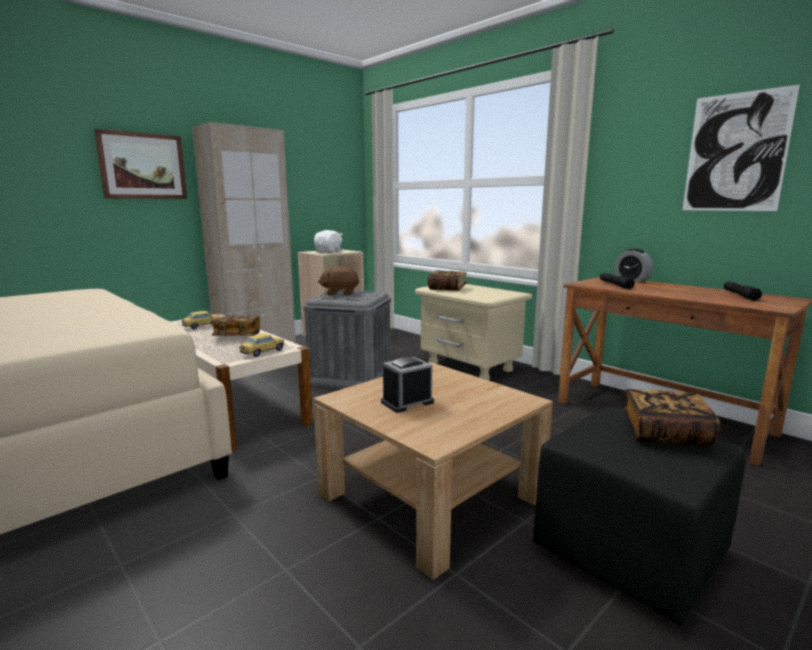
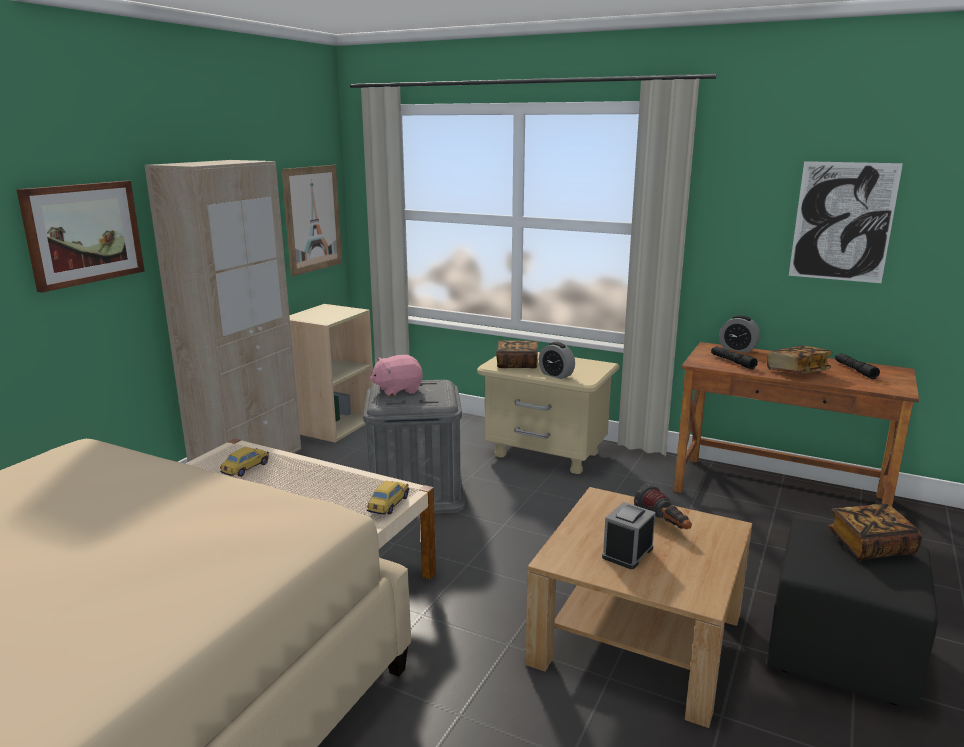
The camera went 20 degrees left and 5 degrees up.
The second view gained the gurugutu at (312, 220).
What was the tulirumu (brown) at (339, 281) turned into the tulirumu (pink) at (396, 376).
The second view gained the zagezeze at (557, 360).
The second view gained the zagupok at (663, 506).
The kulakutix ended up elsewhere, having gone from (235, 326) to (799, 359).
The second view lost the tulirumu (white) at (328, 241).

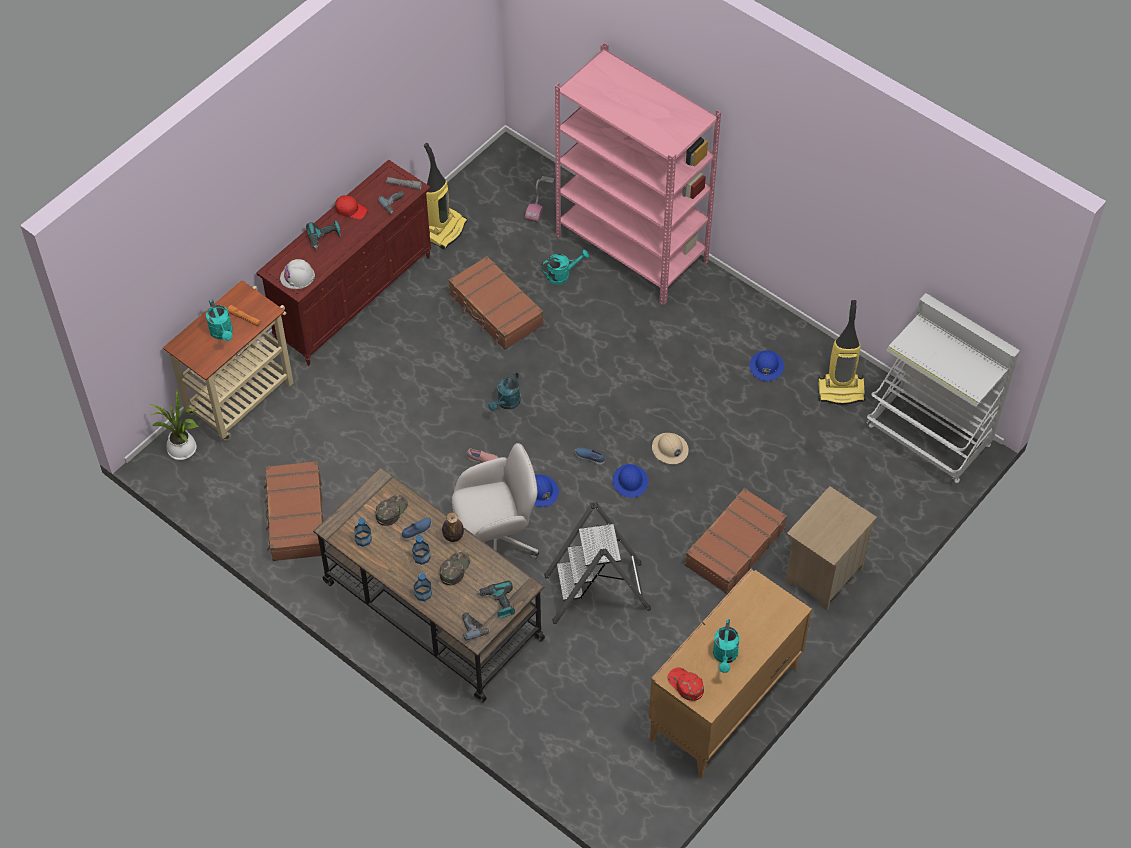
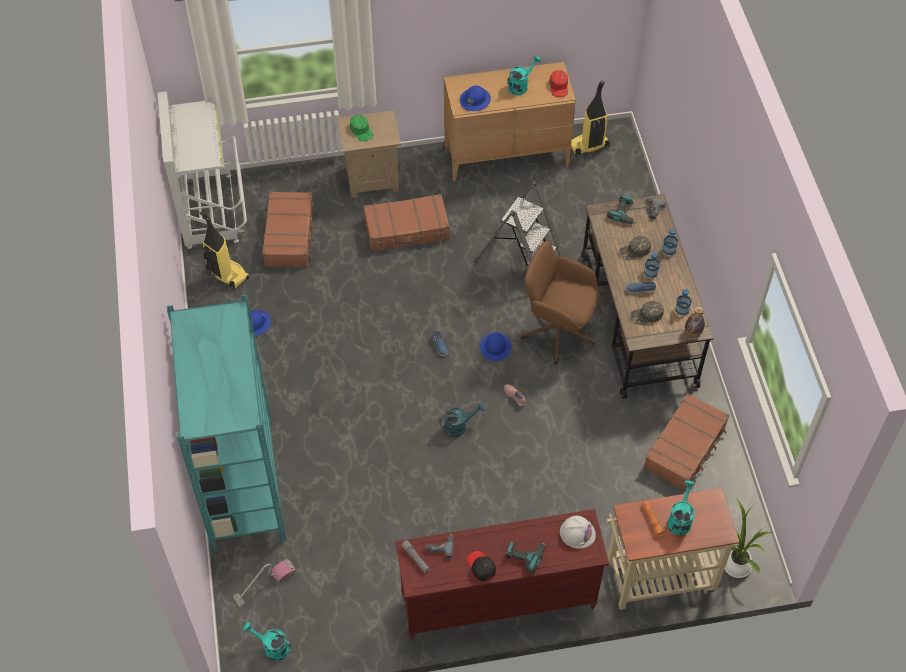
The camera went 140 degrees left and 0 degrees up.
What was the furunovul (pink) at (638, 174) turned into the furunovul (turquoise) at (227, 423).
The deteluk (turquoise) ended up elsewhere, having gone from (565, 267) to (267, 641).
The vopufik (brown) ended up elsewhere, having gone from (496, 303) to (289, 229).
The second view gained the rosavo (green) at (362, 128).
The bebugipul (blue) ended up elsewhere, having gone from (630, 481) to (475, 98).
What was the rosavo (red) at (351, 207) turned into the rosavo (black) at (481, 566).
What was the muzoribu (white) at (495, 501) turned into the muzoribu (brown) at (560, 302).
The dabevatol ended up elsewhere, having gone from (445, 196) to (590, 118).
The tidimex ended up elsewhere, having gone from (453, 527) to (695, 321).
The second view lost the bebugipul (beige) at (670, 448).

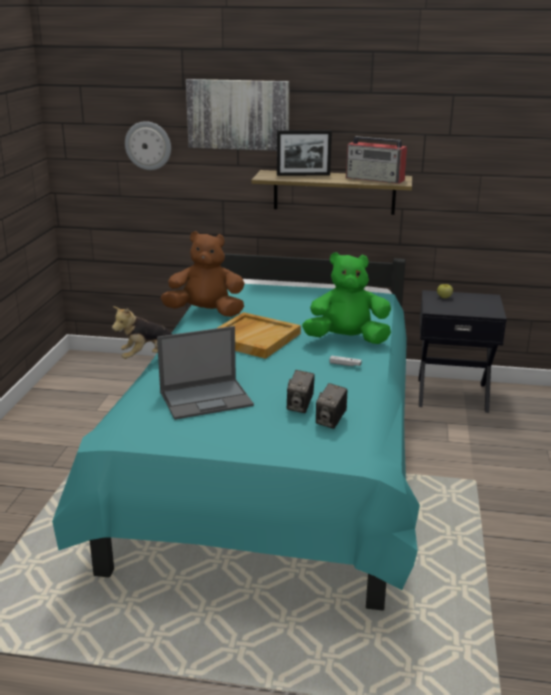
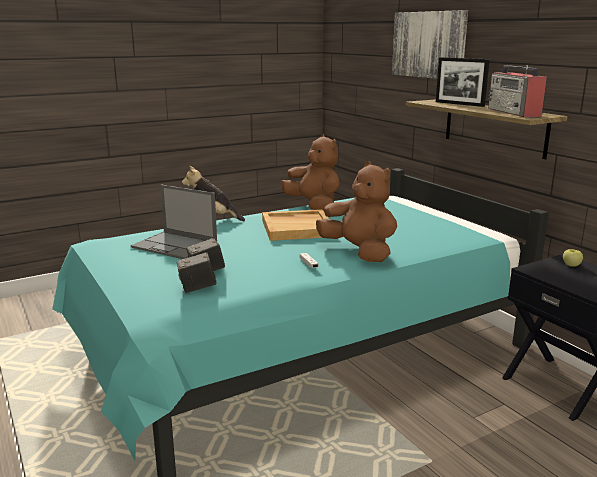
The camera went 50 degrees right and 5 degrees down.
What was the tulirumu (green) at (346, 298) turned into the tulirumu (brown) at (356, 211).
The second view lost the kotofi at (148, 145).

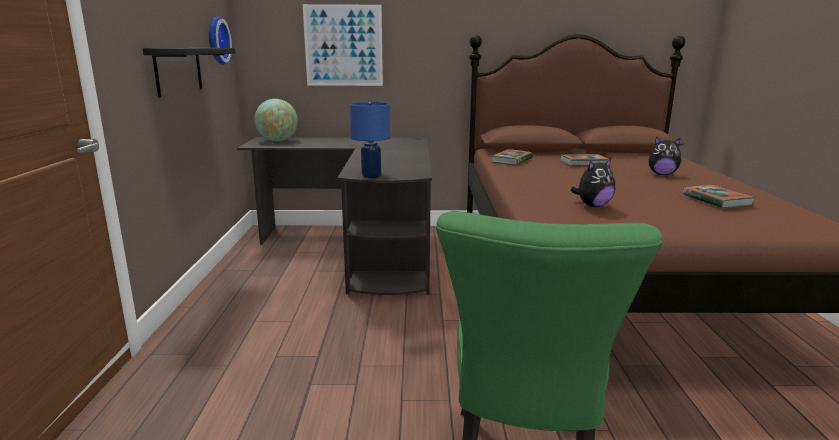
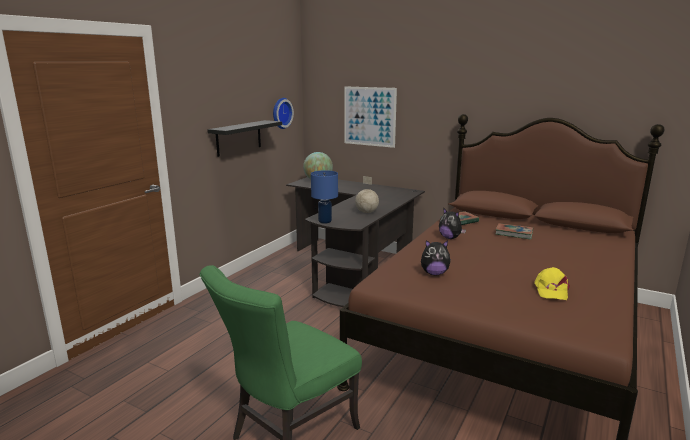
The camera went 30 degrees right and 0 degrees up.
The second view gained the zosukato at (367, 194).
The tulirumu ended up elsewhere, having gone from (665, 156) to (452, 224).
Where the kulakutix stood at (719, 196), the rosavo (yellow) came to stand at (552, 283).

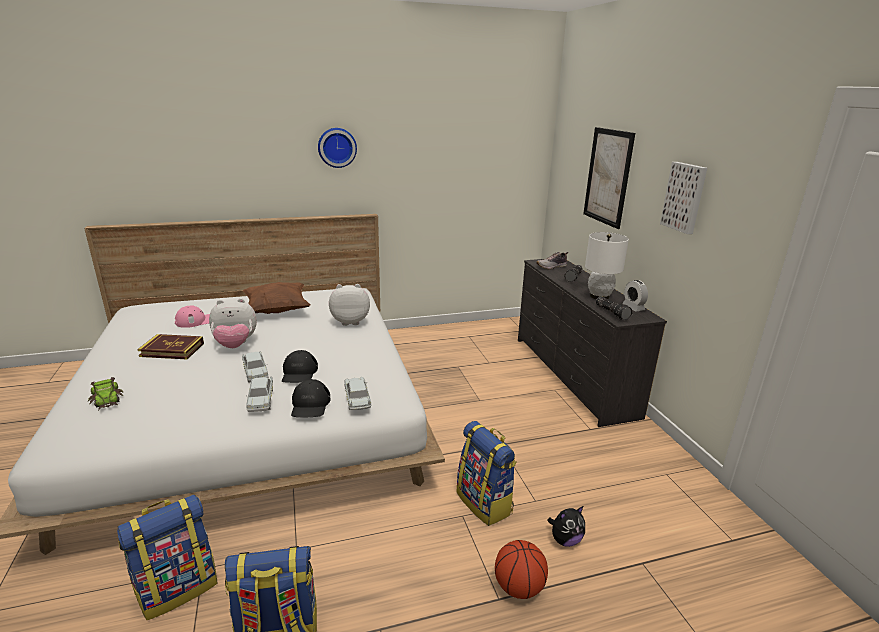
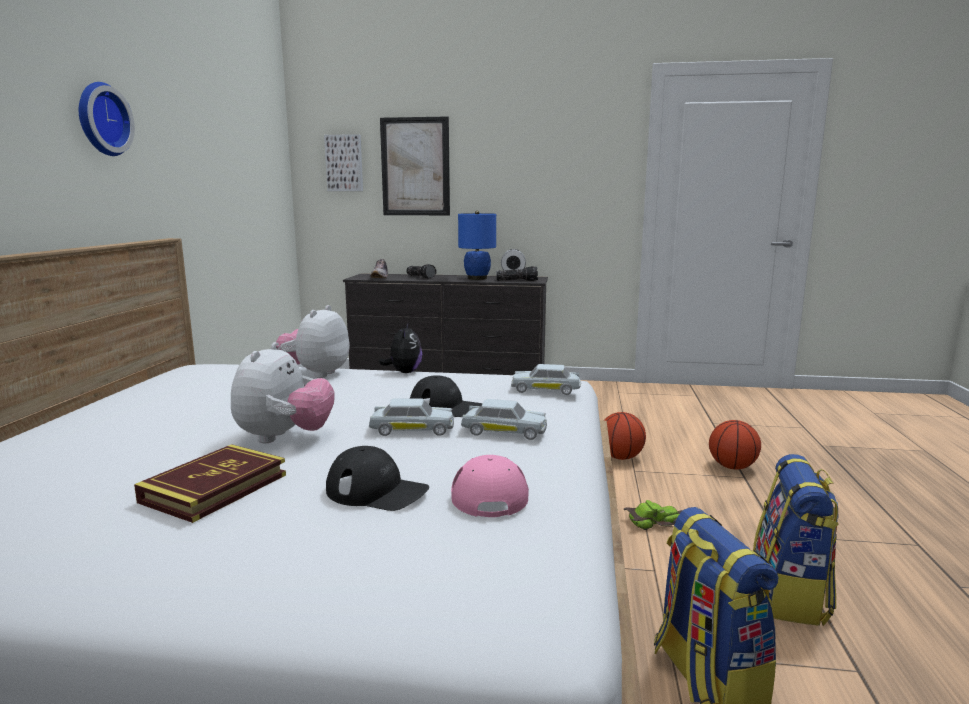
The camera went 65 degrees left and 10 degrees down.
The gurugutu ended up elsewhere, having gone from (683, 198) to (343, 162).
The rosavo (black) ended up elsewhere, having gone from (310, 398) to (377, 478).
The tulirumu ended up elsewhere, having gone from (566, 526) to (400, 347).
The rosavo (pink) ended up elsewhere, having gone from (192, 317) to (490, 486).
What was the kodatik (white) at (607, 265) turned into the kodatik (blue) at (477, 245).
Where the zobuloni stood at (486, 473), the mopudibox came to stand at (625, 436).
The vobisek ended up elsewhere, having gone from (106, 393) to (653, 515).
The second view lost the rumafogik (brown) at (277, 298).

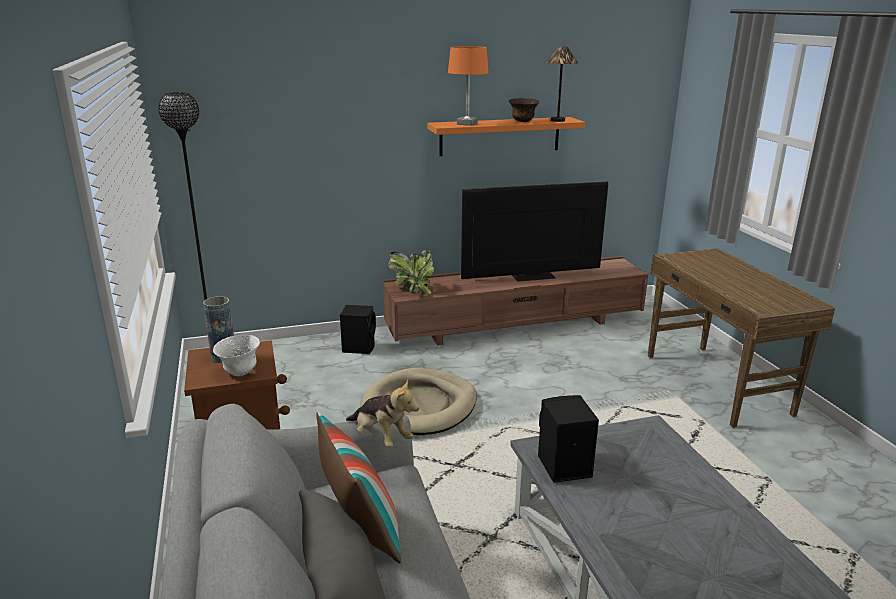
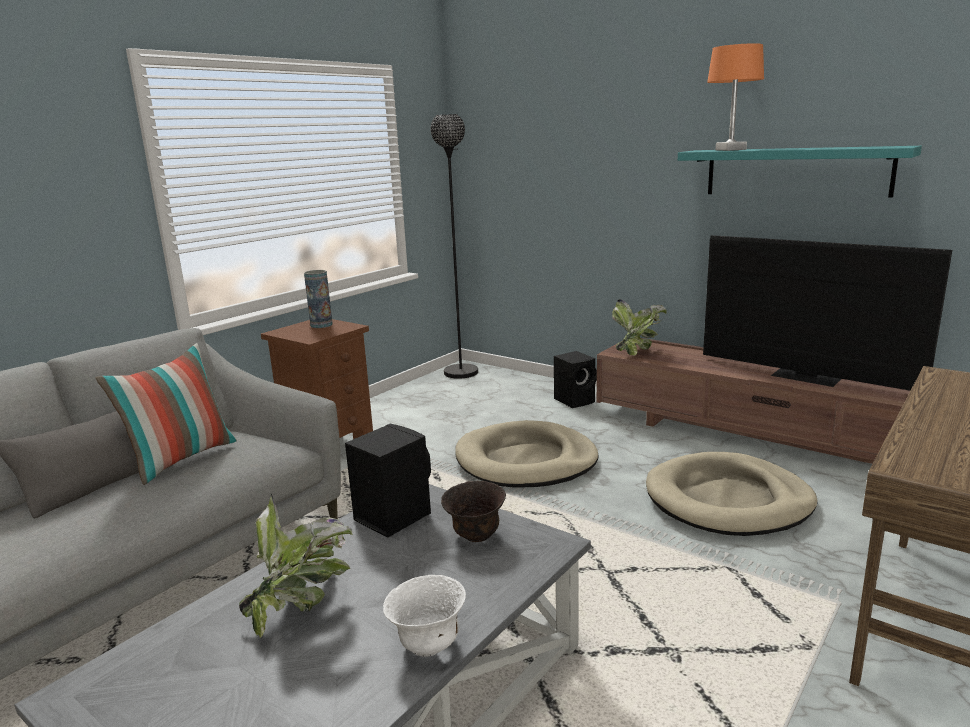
The camera went 55 degrees right and 5 degrees down.
The second view gained the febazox at (295, 566).
The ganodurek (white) ended up elsewhere, having gone from (236, 355) to (424, 616).
The ganodurek (brown) ended up elsewhere, having gone from (524, 110) to (473, 511).
The second view gained the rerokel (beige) at (731, 494).
What was the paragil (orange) at (506, 136) turned into the paragil (turquoise) at (800, 171).
The second view lost the tulirumu at (382, 413).
The second view lost the kodatik at (561, 84).

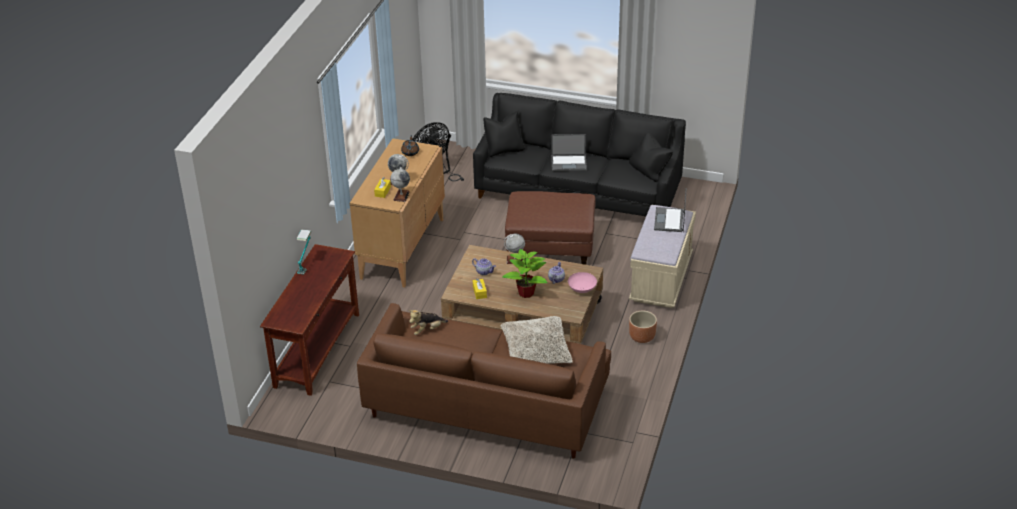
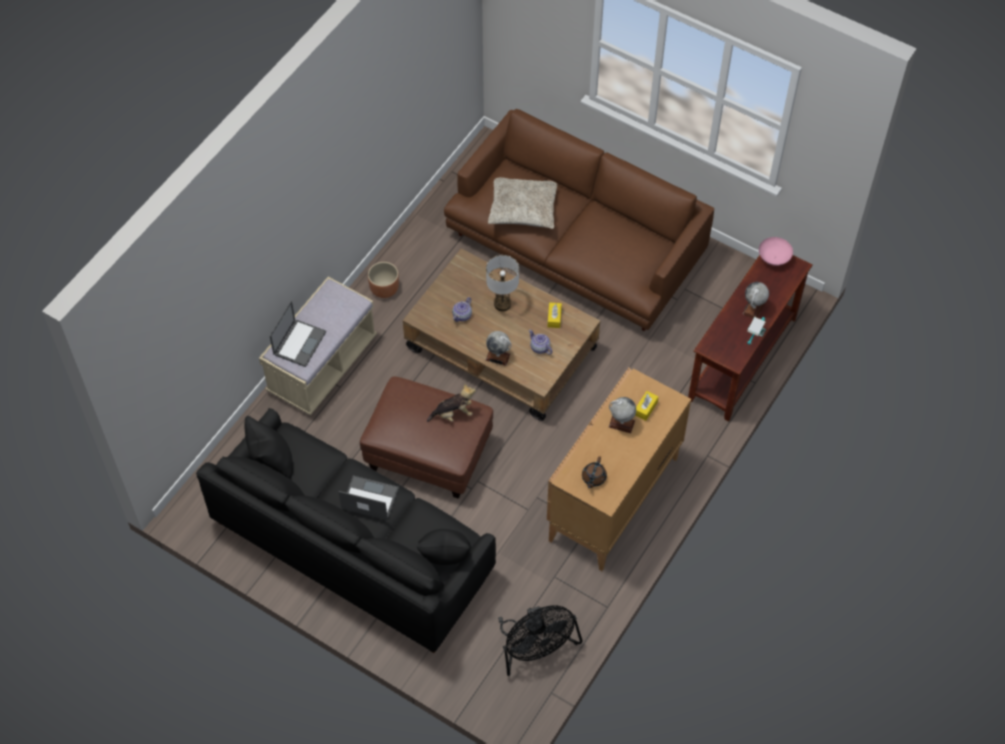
The camera went 165 degrees left and 20 degrees up.
The tulirumu ended up elsewhere, having gone from (428, 322) to (451, 402).
Where the febazox stood at (525, 273), the kodatik came to stand at (502, 283).
The zosukato ended up elsewhere, having gone from (400, 184) to (755, 300).
The ganodurek (pink) ended up elsewhere, having gone from (582, 282) to (776, 251).

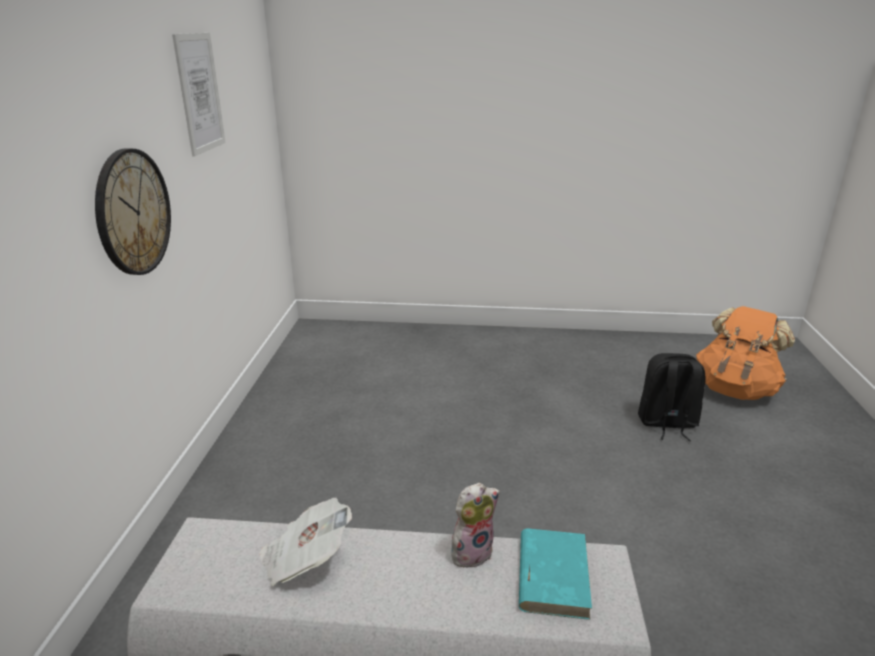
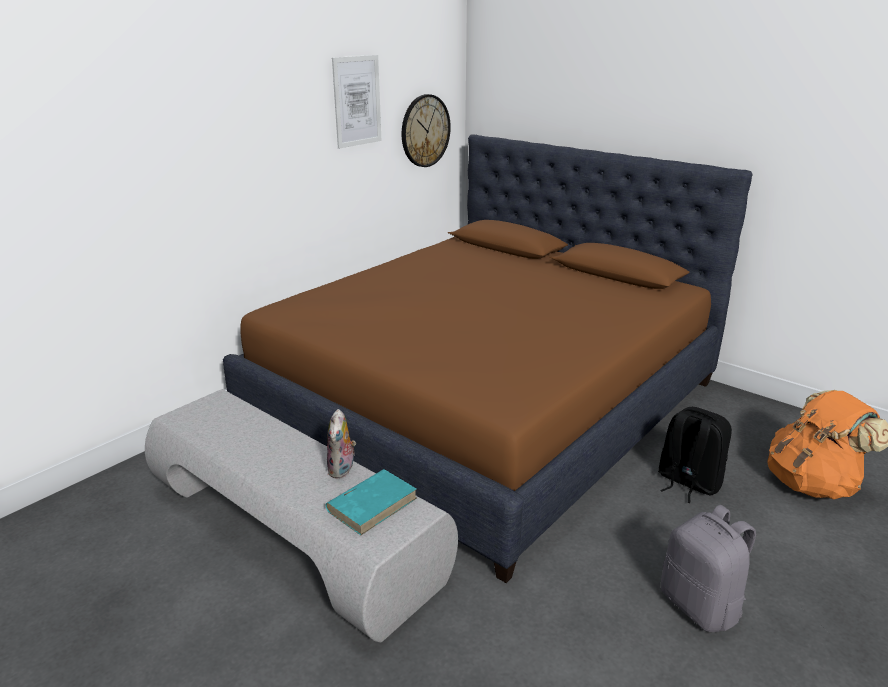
The camera went 35 degrees right and 0 degrees up.
The second view gained the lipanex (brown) at (488, 358).
The tulirumu at (476, 525) ended up facing another way, 90 degrees clockwise from before.
The kotofi ended up elsewhere, having gone from (133, 211) to (426, 130).
The second view gained the zobuloni (grey) at (708, 568).
The second view lost the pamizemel at (305, 542).

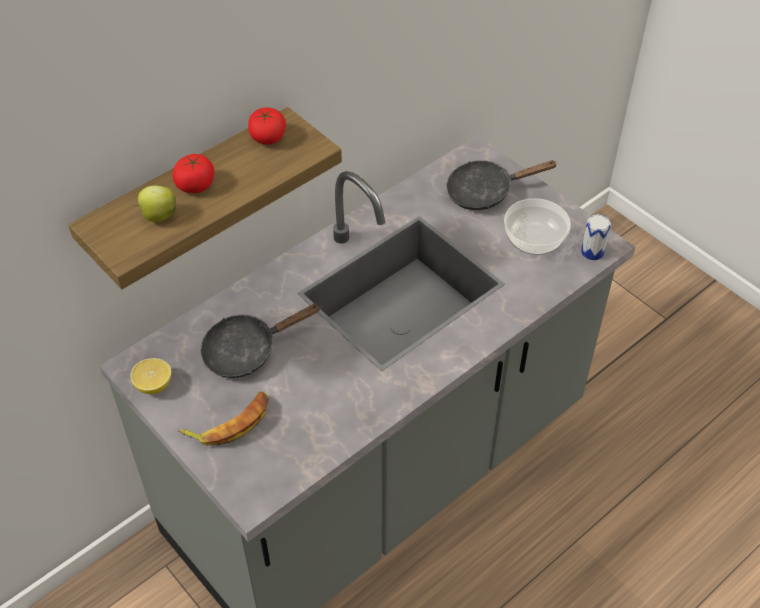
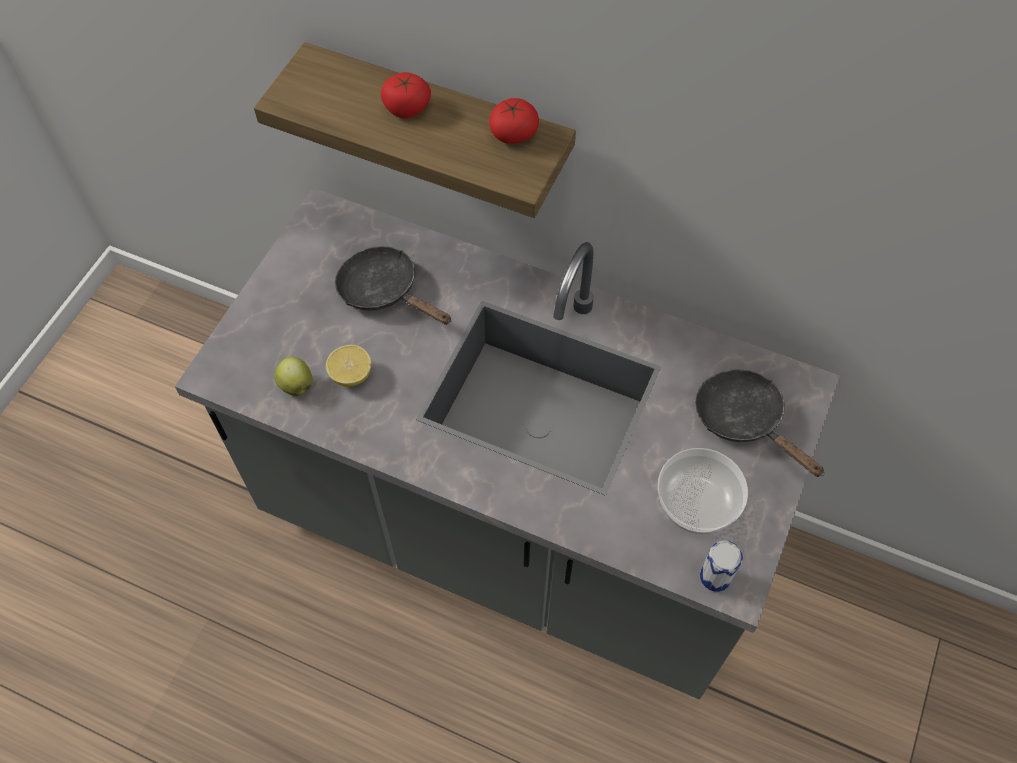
The camera went 65 degrees right and 10 degrees up.
The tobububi ended up elsewhere, having gone from (155, 204) to (294, 376).
The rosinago ended up elsewhere, having gone from (150, 376) to (348, 366).
The second view lost the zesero at (223, 418).

